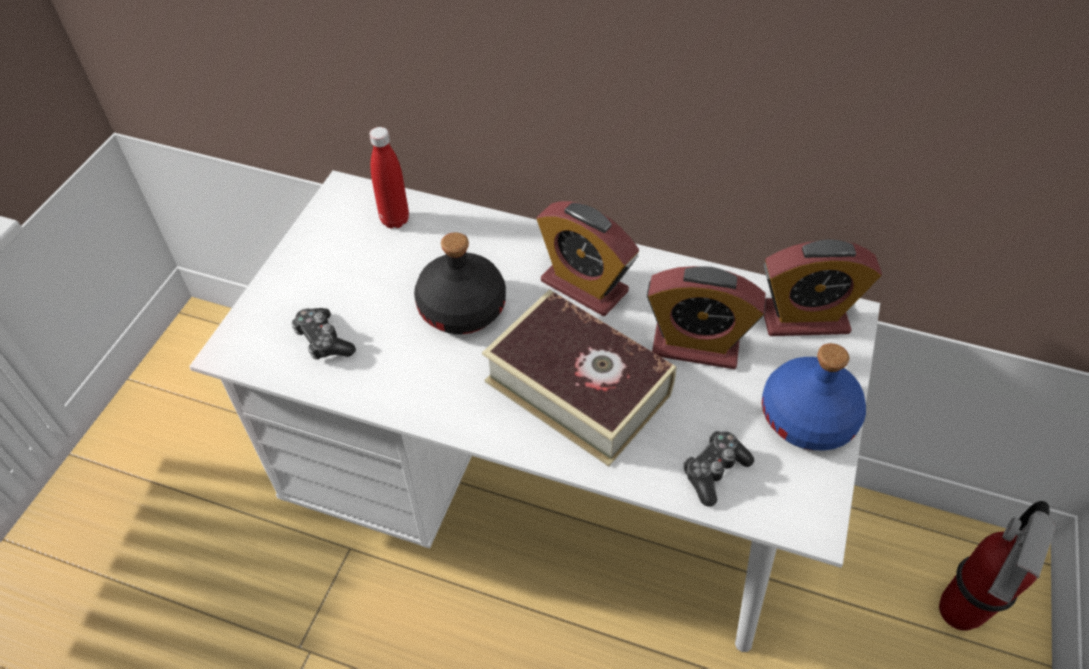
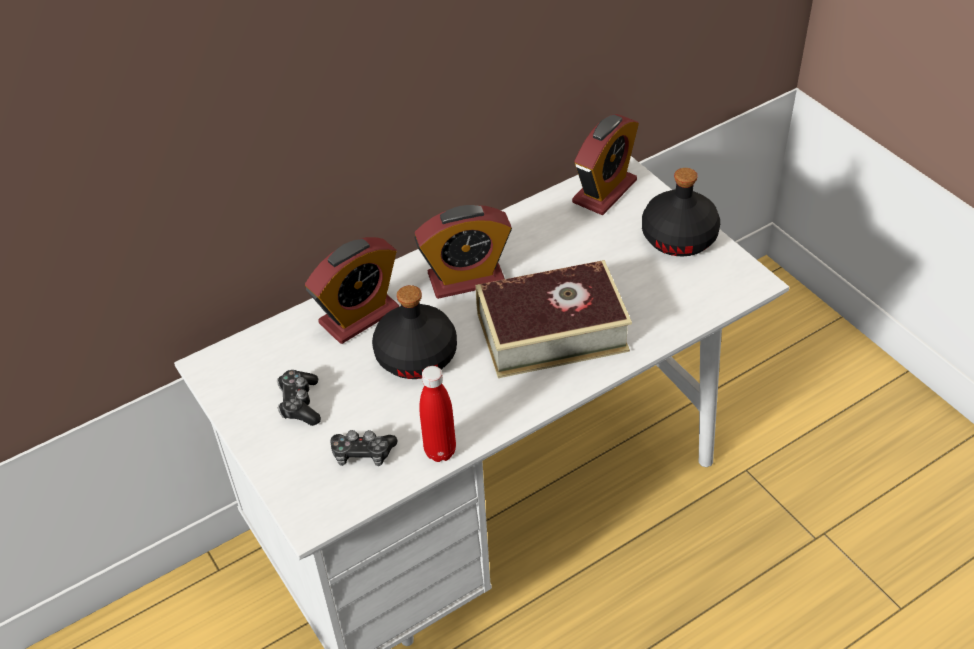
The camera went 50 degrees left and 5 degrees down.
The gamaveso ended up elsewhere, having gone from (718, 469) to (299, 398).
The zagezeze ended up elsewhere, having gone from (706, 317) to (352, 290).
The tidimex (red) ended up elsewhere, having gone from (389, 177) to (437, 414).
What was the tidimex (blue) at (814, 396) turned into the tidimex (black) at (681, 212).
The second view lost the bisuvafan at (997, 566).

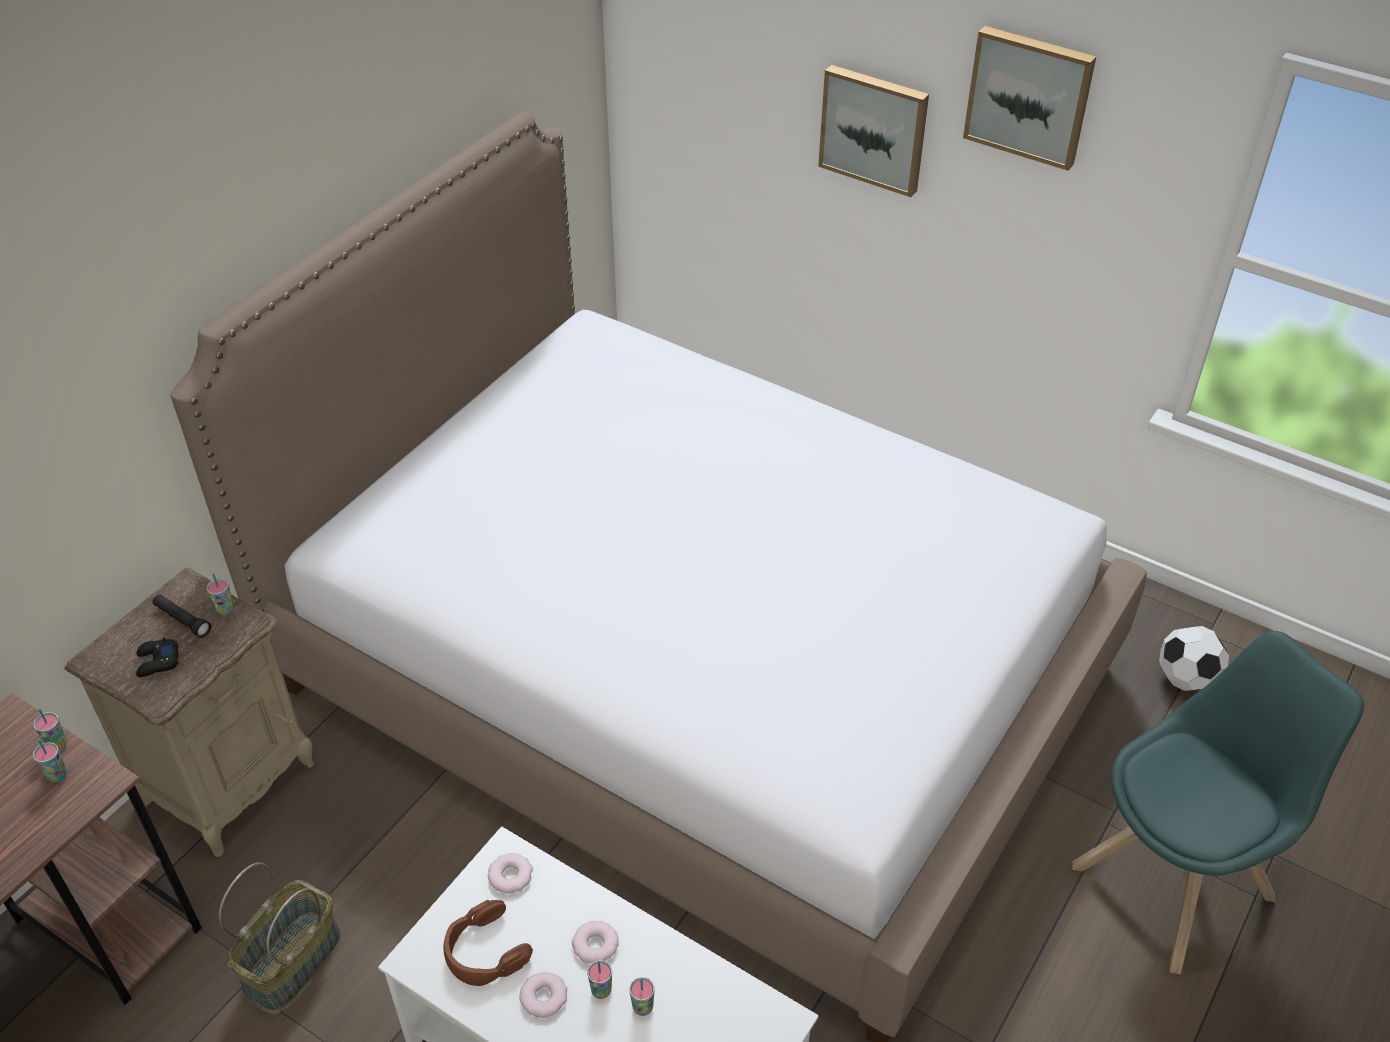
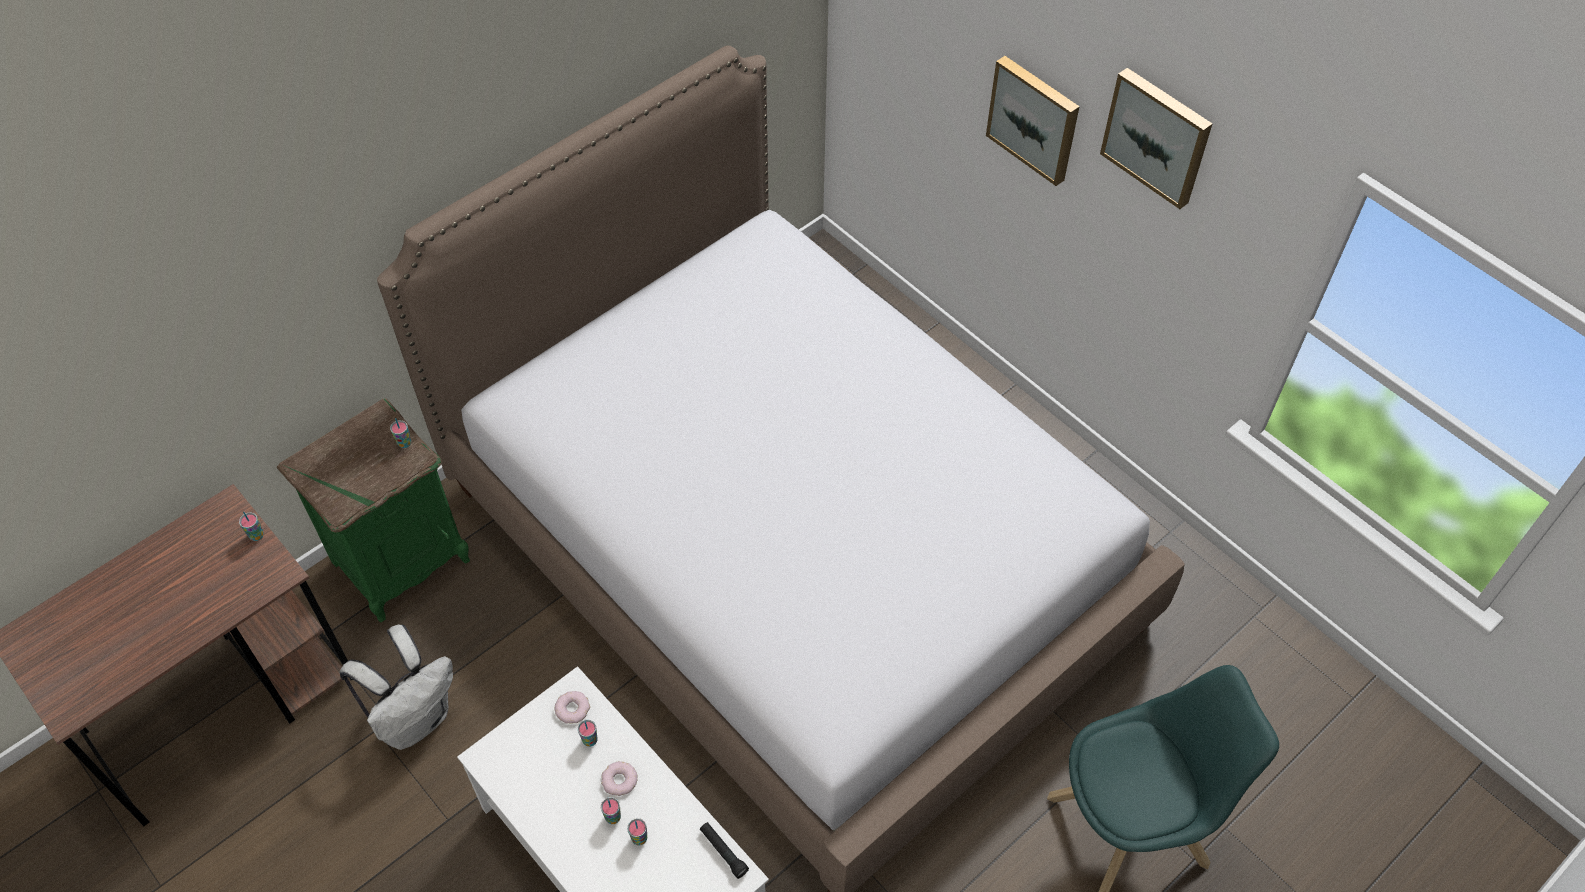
The camera went 15 degrees right and 10 degrees up.
What was the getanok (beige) at (189, 712) turned into the getanok (green) at (373, 510).
Where the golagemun stood at (279, 936), the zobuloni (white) came to stand at (396, 687).
The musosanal ended up elsewhere, having gone from (50, 761) to (588, 733).
The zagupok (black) ended up elsewhere, having gone from (181, 616) to (724, 850).
The second view lost the gamaveso (black) at (157, 657).
The second view lost the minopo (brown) at (488, 943).
The second view lost the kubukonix at (543, 995).
The second view lost the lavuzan at (1194, 658).

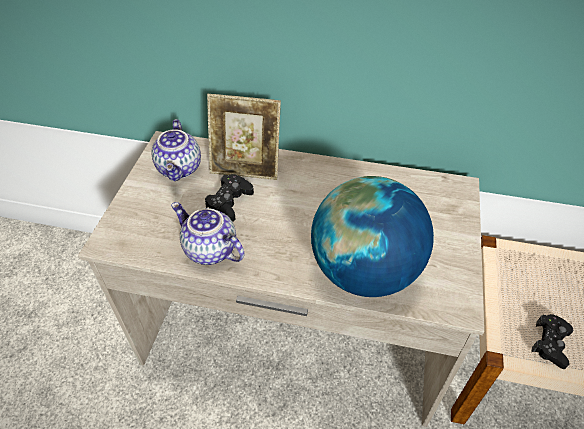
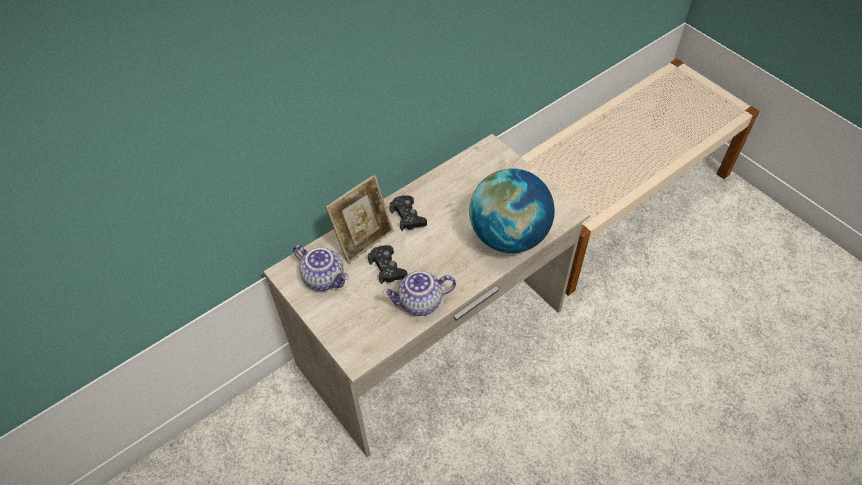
The camera went 50 degrees left and 5 degrees up.
The gamaveso (black) ended up elsewhere, having gone from (552, 341) to (408, 213).

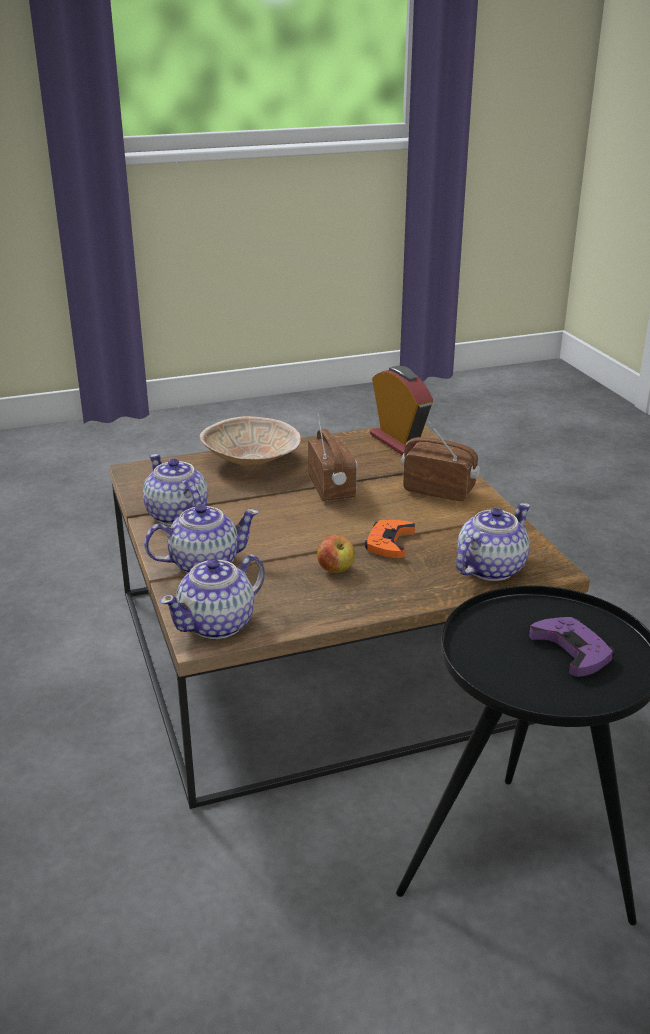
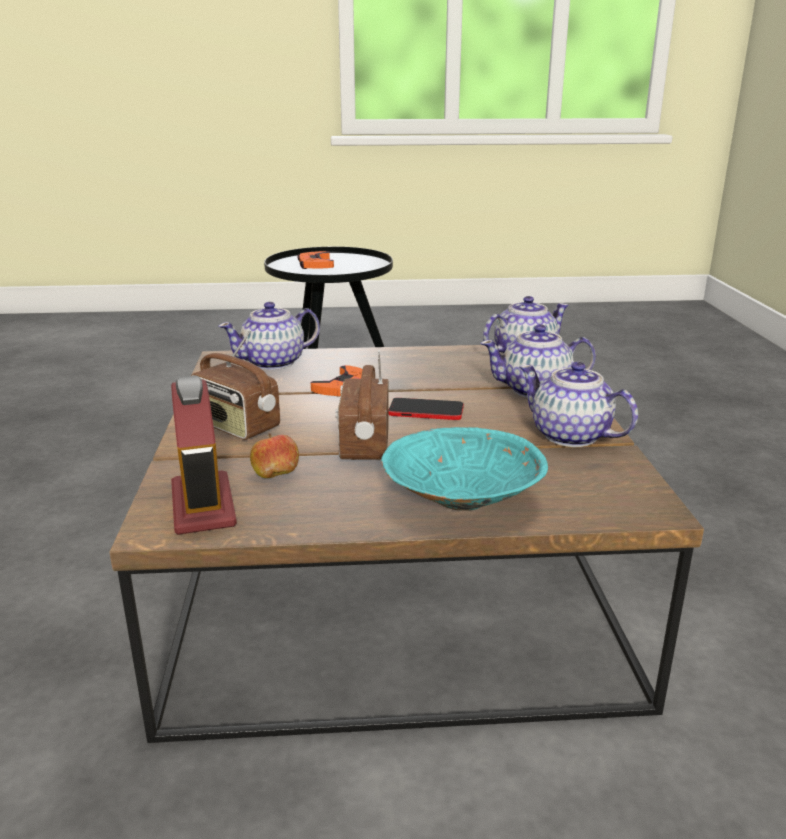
The camera went 165 degrees left and 5 degrees down.
The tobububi ended up elsewhere, having gone from (336, 554) to (274, 455).
What was the gamaveso (purple) at (572, 647) turned into the gamaveso (orange) at (315, 260).
What was the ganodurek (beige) at (250, 441) turned into the ganodurek (turquoise) at (464, 469).
The second view gained the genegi at (426, 409).
The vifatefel at (175, 490) ended up facing another way, 150 degrees clockwise from before.

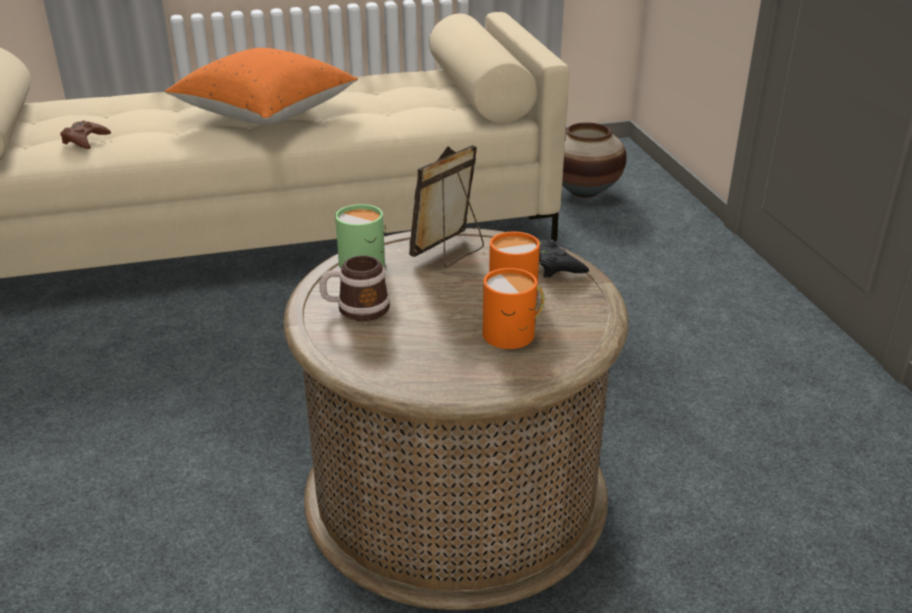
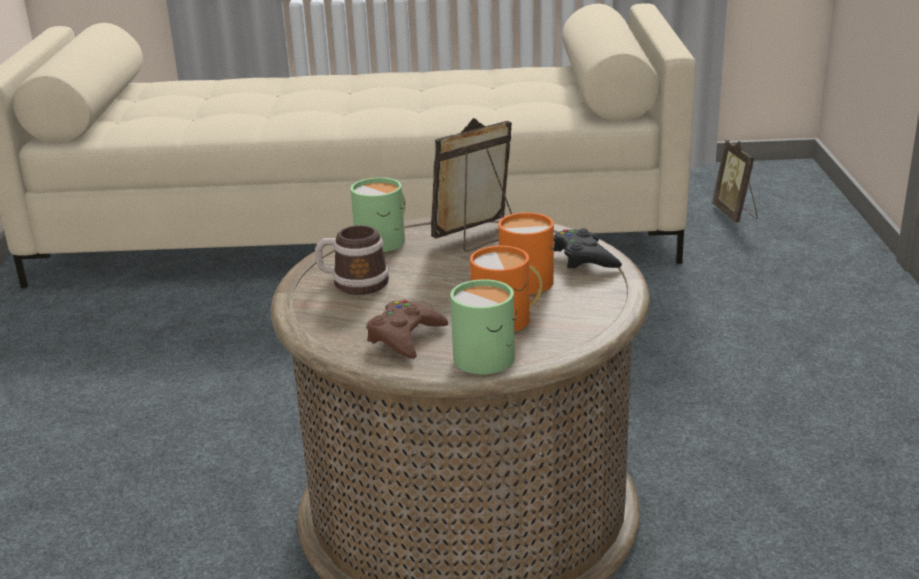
The camera went 15 degrees right and 5 degrees down.
The gamaveso (brown) ended up elsewhere, having gone from (85, 135) to (407, 329).
The second view gained the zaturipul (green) at (483, 326).
Where the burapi stood at (594, 160), the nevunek came to stand at (735, 181).
The second view lost the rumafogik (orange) at (261, 86).

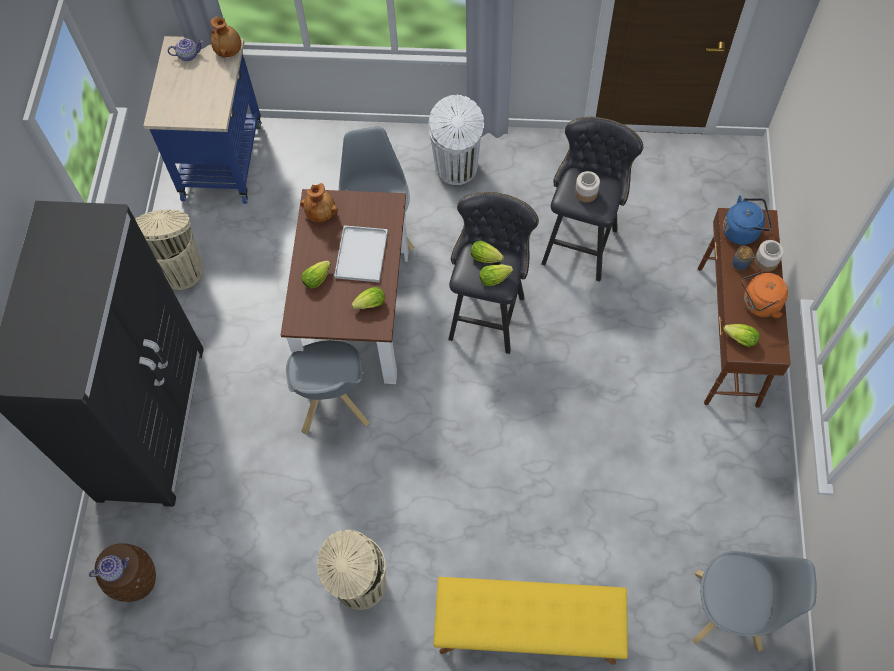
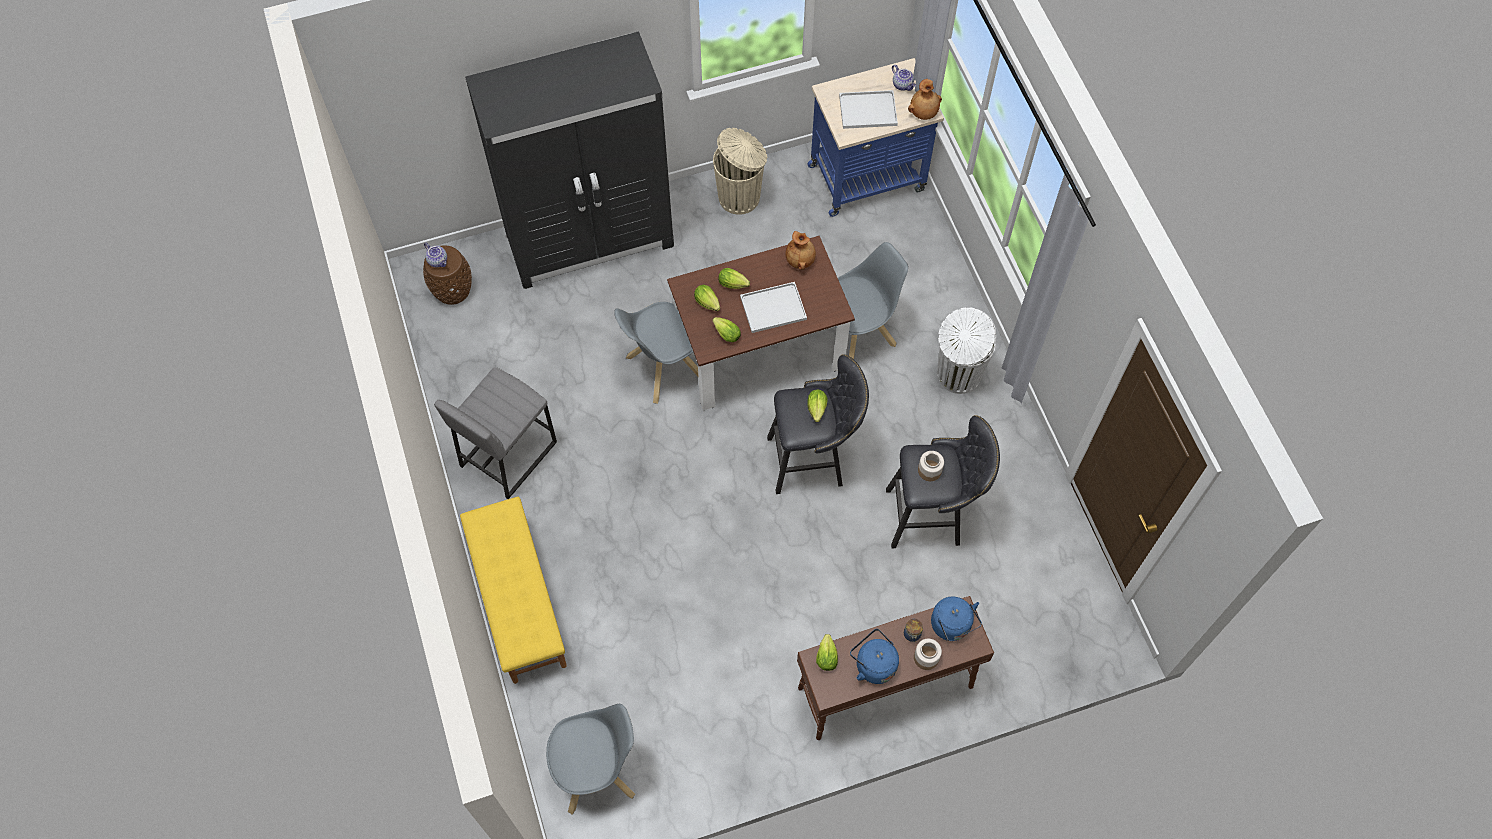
The camera went 65 degrees right and 0 degrees up.
Where the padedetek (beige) stood at (351, 570), the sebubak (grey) came to stand at (495, 433).
The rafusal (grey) at (754, 602) ended up facing another way, 90 degrees counterclockwise from before.
The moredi ended up elsewhere, having gone from (496, 275) to (707, 297).
The second view gained the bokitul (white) at (868, 109).
What was the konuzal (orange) at (765, 294) turned into the konuzal (blue) at (874, 656).

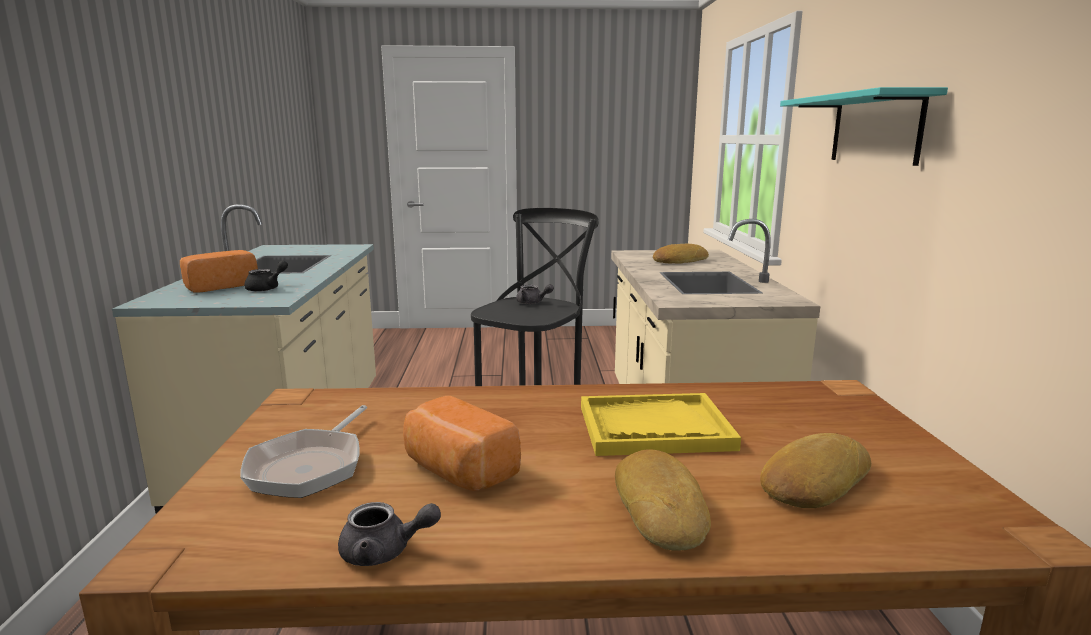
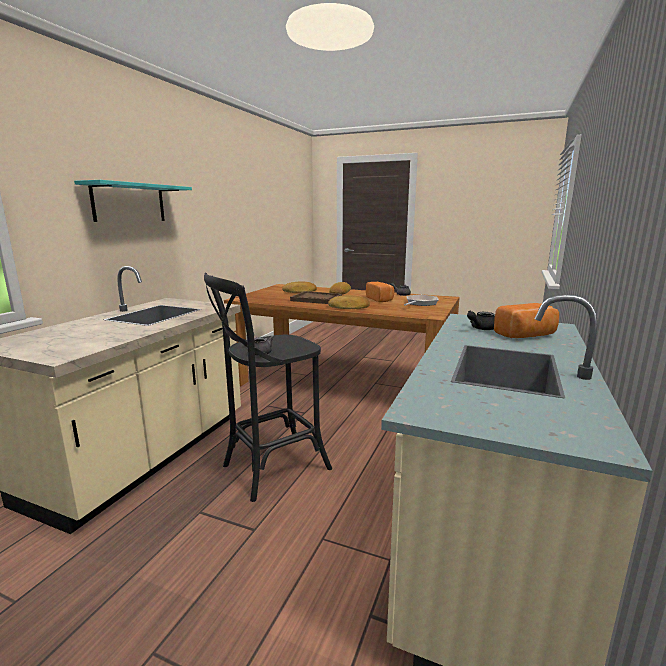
The camera went 155 degrees left and 0 degrees up.
What was the bokitul (yellow) at (661, 424) turned into the bokitul (brown) at (316, 297).
The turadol ended up elsewhere, having gone from (681, 254) to (349, 302).

